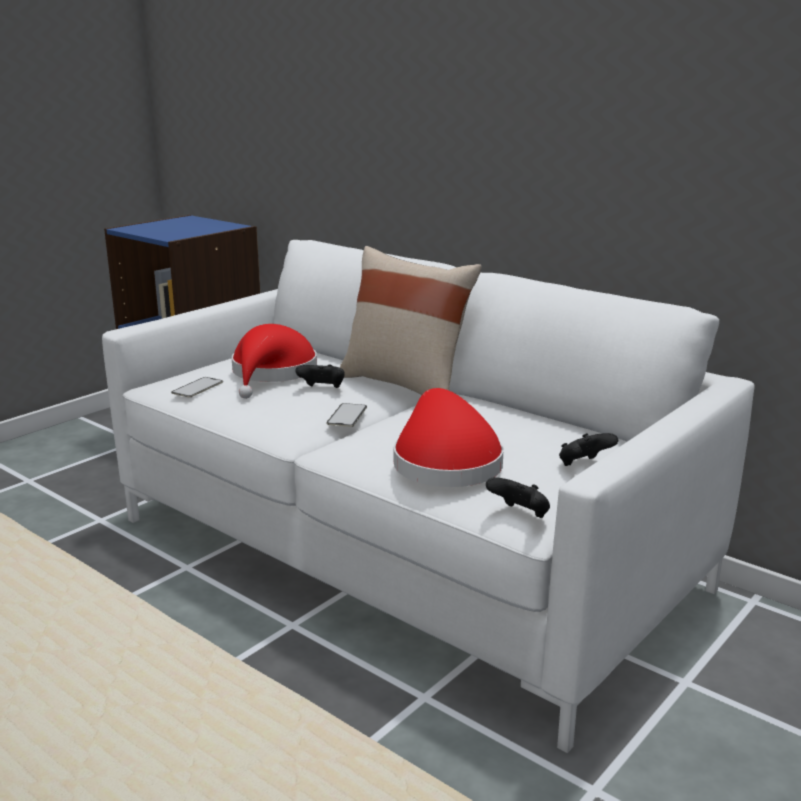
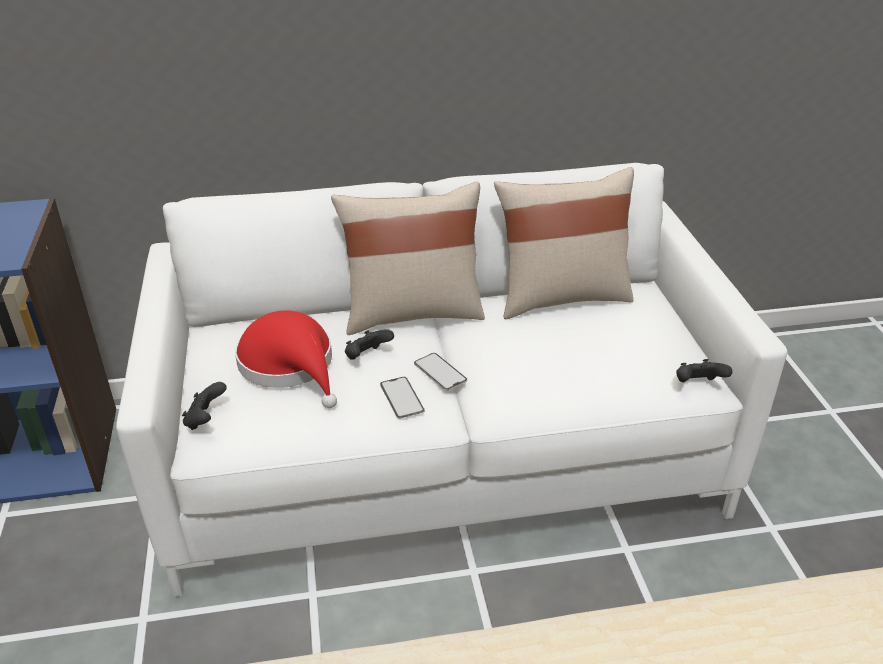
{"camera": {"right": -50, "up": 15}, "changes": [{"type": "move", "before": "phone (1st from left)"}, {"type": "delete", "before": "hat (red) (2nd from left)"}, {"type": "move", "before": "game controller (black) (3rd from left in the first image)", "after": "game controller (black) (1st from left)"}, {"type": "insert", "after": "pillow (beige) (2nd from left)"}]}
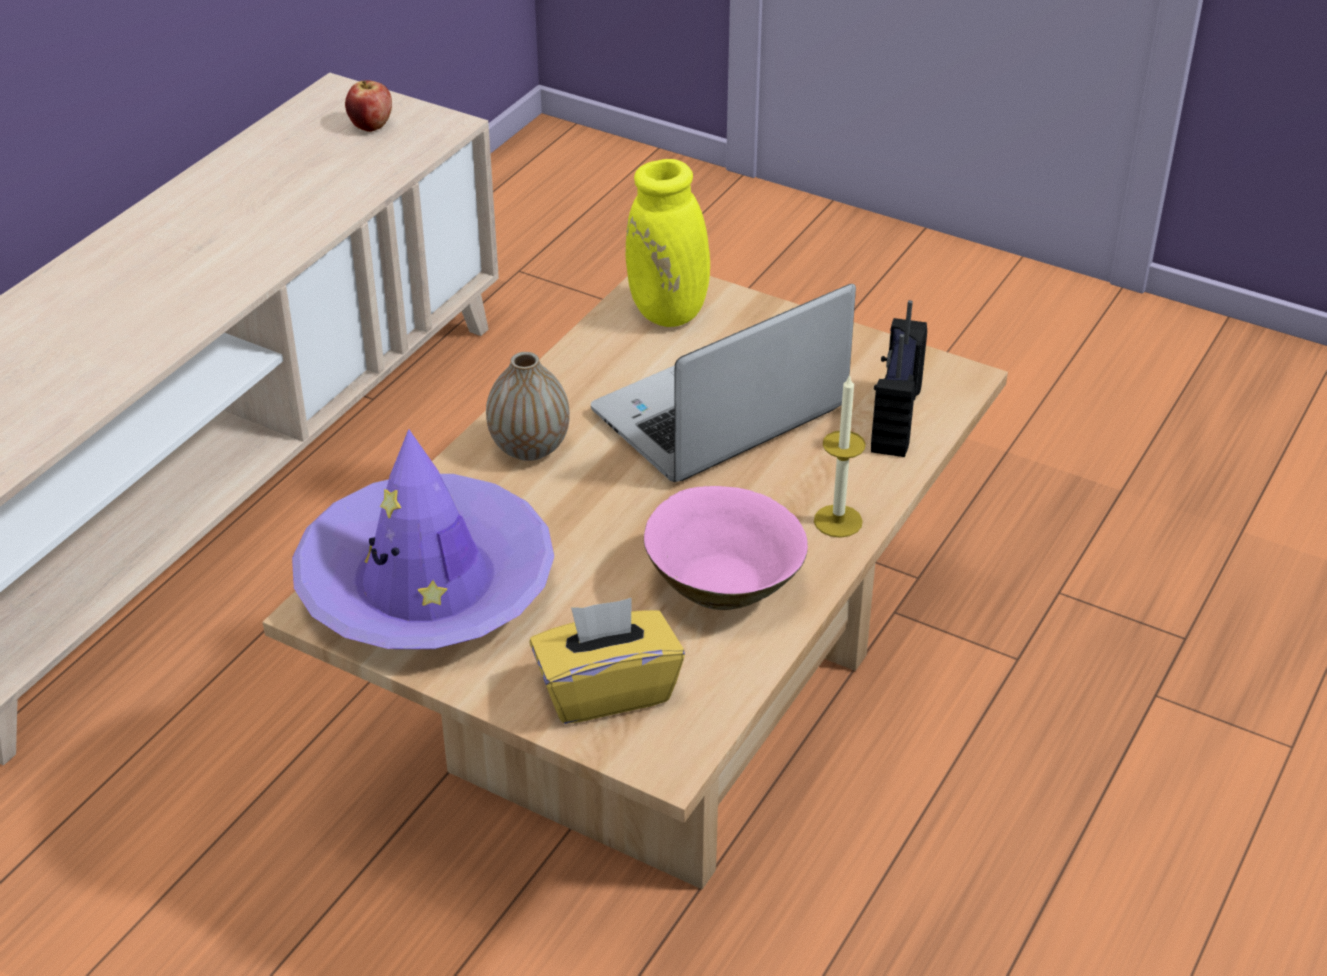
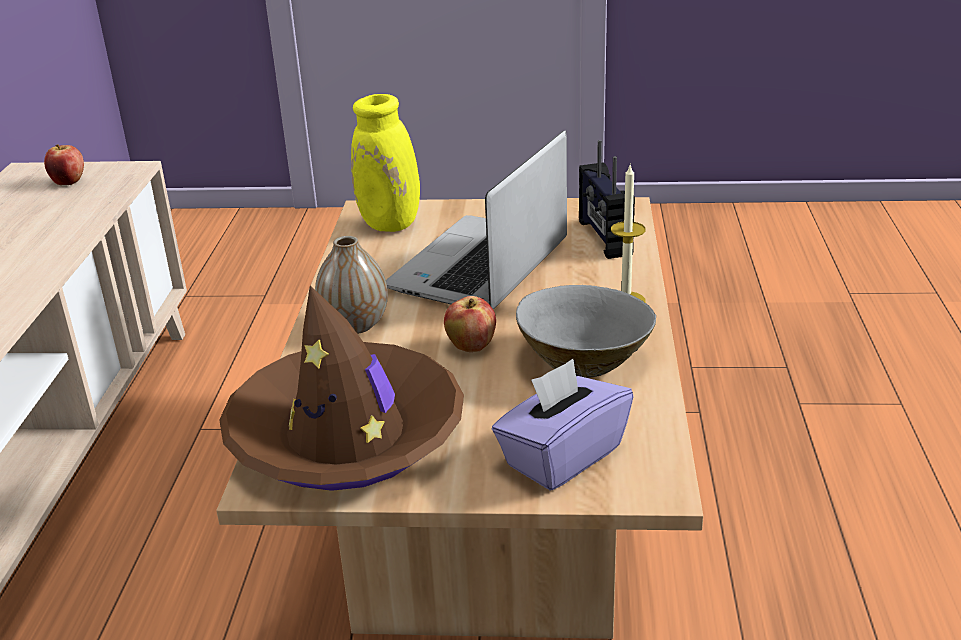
{"camera": {"right": -25, "up": -10}, "changes": [{"type": "recolor", "before": "hat (purple)", "after": "hat (brown)"}, {"type": "recolor", "before": "tissue box (yellow)", "after": "tissue box (purple)"}, {"type": "recolor", "before": "bowl (pink)", "after": "bowl (grey)"}, {"type": "insert", "after": "apple (2nd from left)"}]}
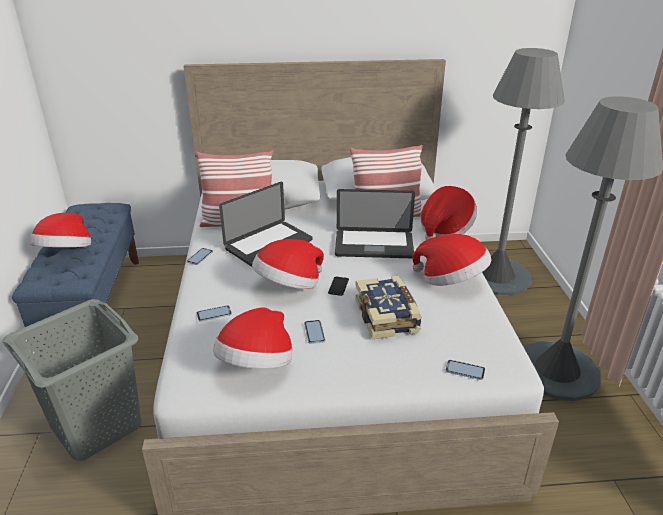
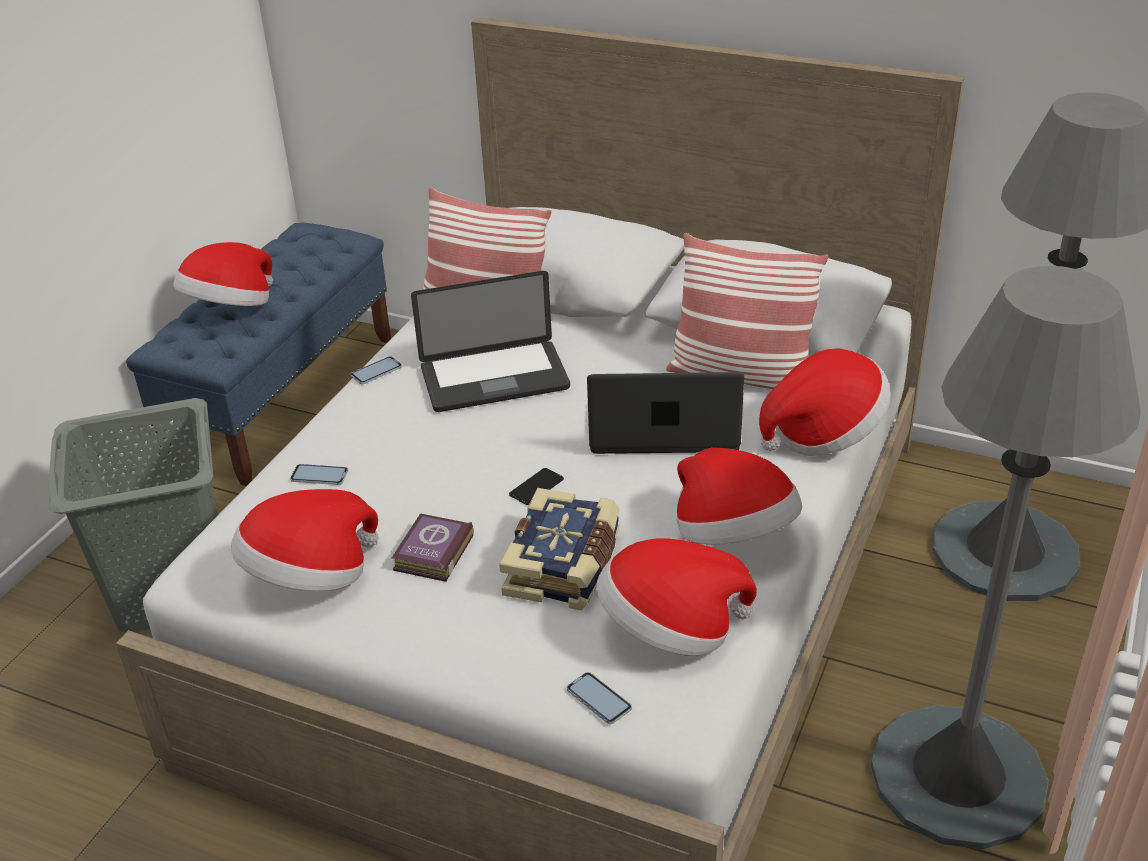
{"camera": {"right": 30, "up": 5}, "changes": [{"type": "move", "before": "hat (3rd from left)"}, {"type": "replace", "before": "phone (3rd from left)", "after": "book (1st from left)"}, {"type": "rotate", "before": "laptop (2nd from left)", "turn": 150}]}
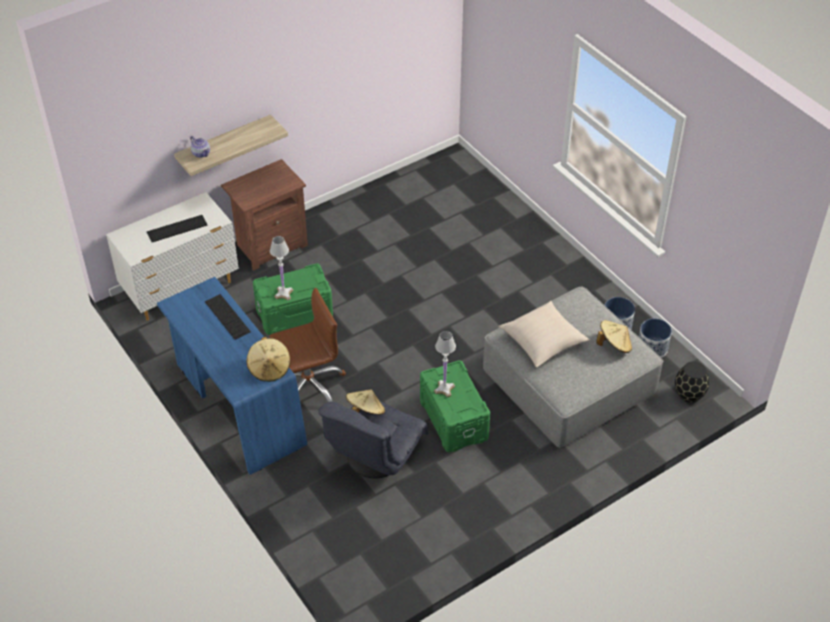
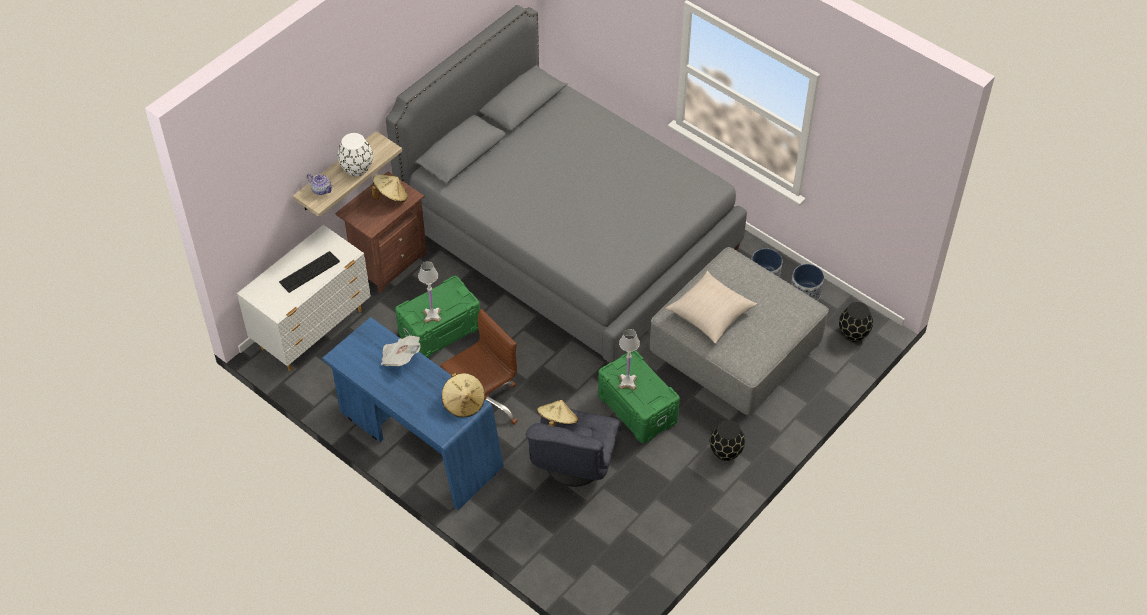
{"camera": {"right": -15, "up": 5}, "changes": [{"type": "replace", "before": "keyboard (2nd from left)", "after": "newspaper"}, {"type": "move", "before": "hat (beige) (3rd from left in the first image)", "after": "hat (beige) (1st from left)"}, {"type": "insert", "after": "vase (white)"}, {"type": "insert", "after": "bed (grey)"}, {"type": "insert", "after": "vase (black) (1st from left)"}]}
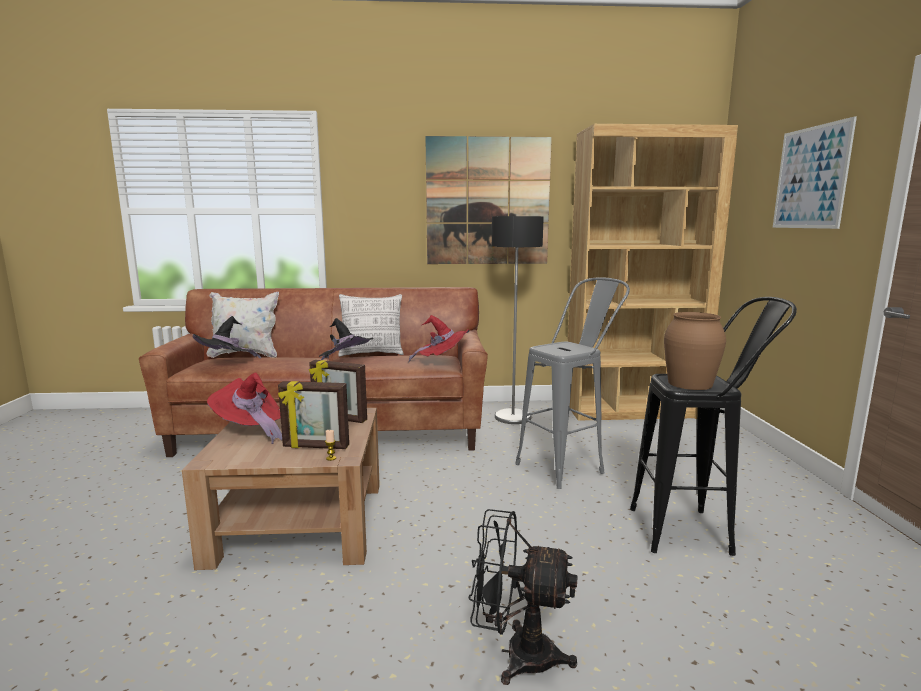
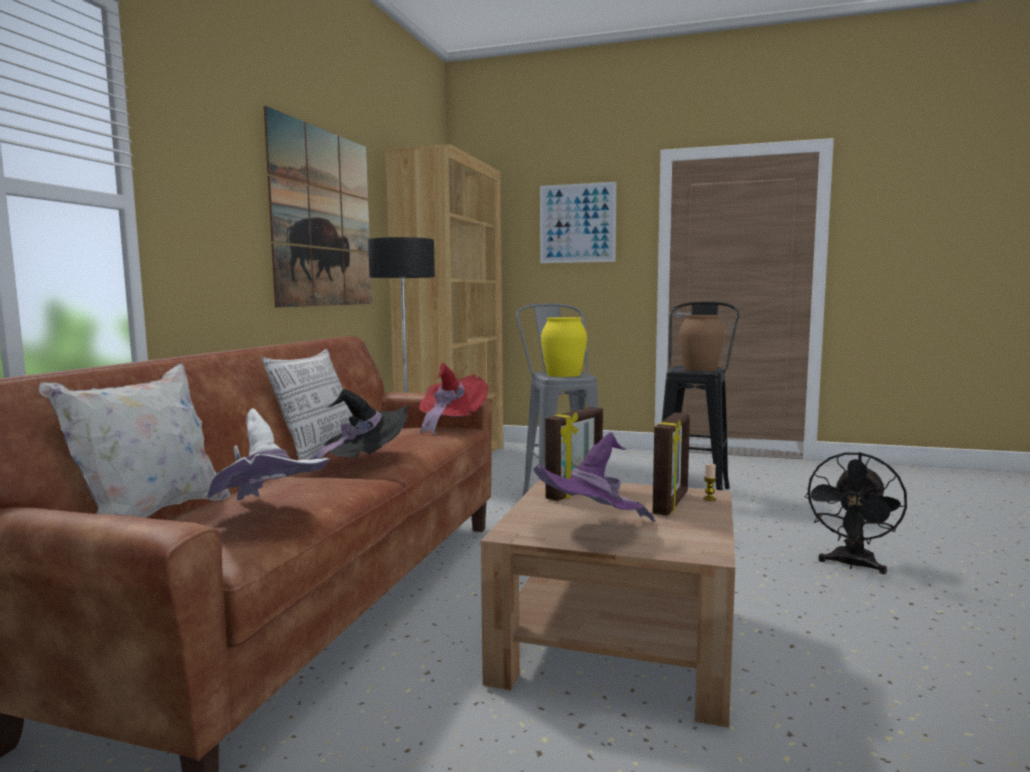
{"camera": {"right": -70, "up": -5}, "changes": [{"type": "recolor", "before": "hat (black) (1st from left)", "after": "hat (white)"}, {"type": "recolor", "before": "hat (red) (1st from left)", "after": "hat (purple)"}, {"type": "insert", "after": "vase (yellow)"}]}
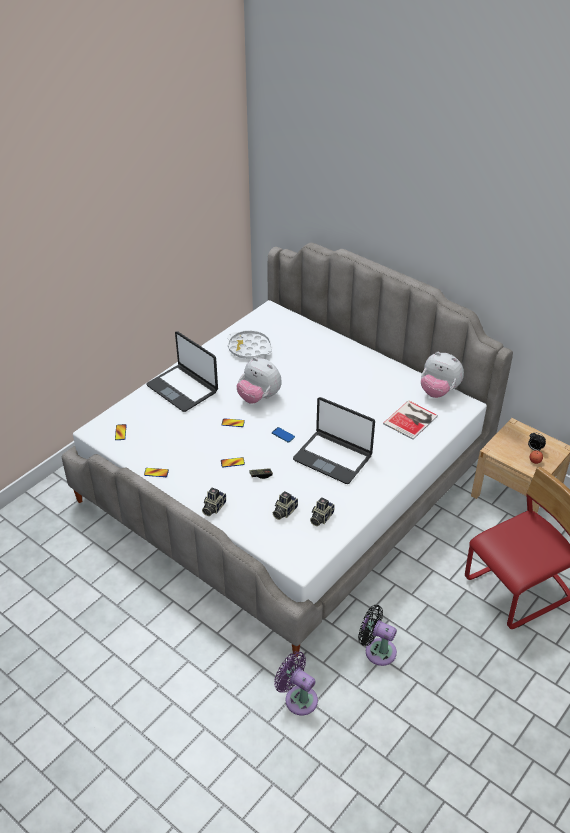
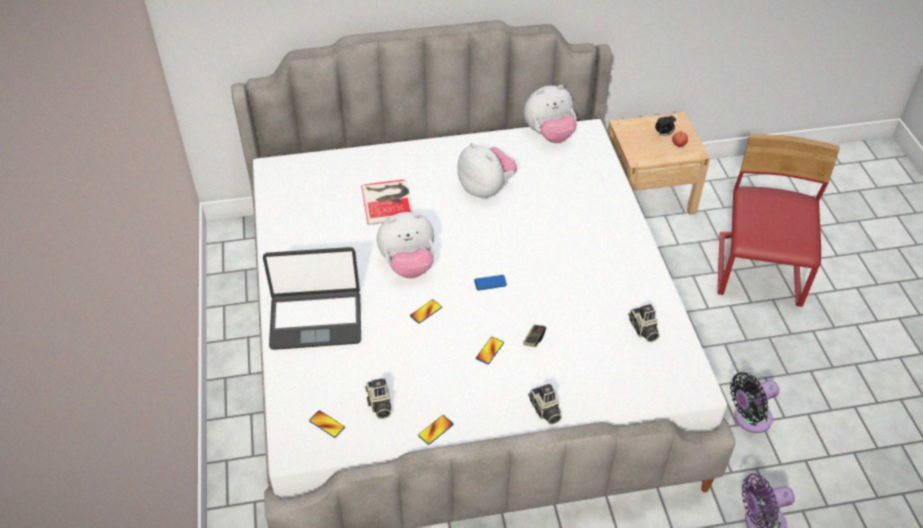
{"camera": {"right": -50, "up": 5}, "changes": [{"type": "delete", "before": "tray (white)"}, {"type": "move", "before": "photo camera (2nd from left in the first image)", "after": "photo camera (1st from left)"}, {"type": "delete", "before": "laptop (2nd from left)"}, {"type": "move", "before": "book"}, {"type": "insert", "after": "plush toy (2nd from left)"}]}
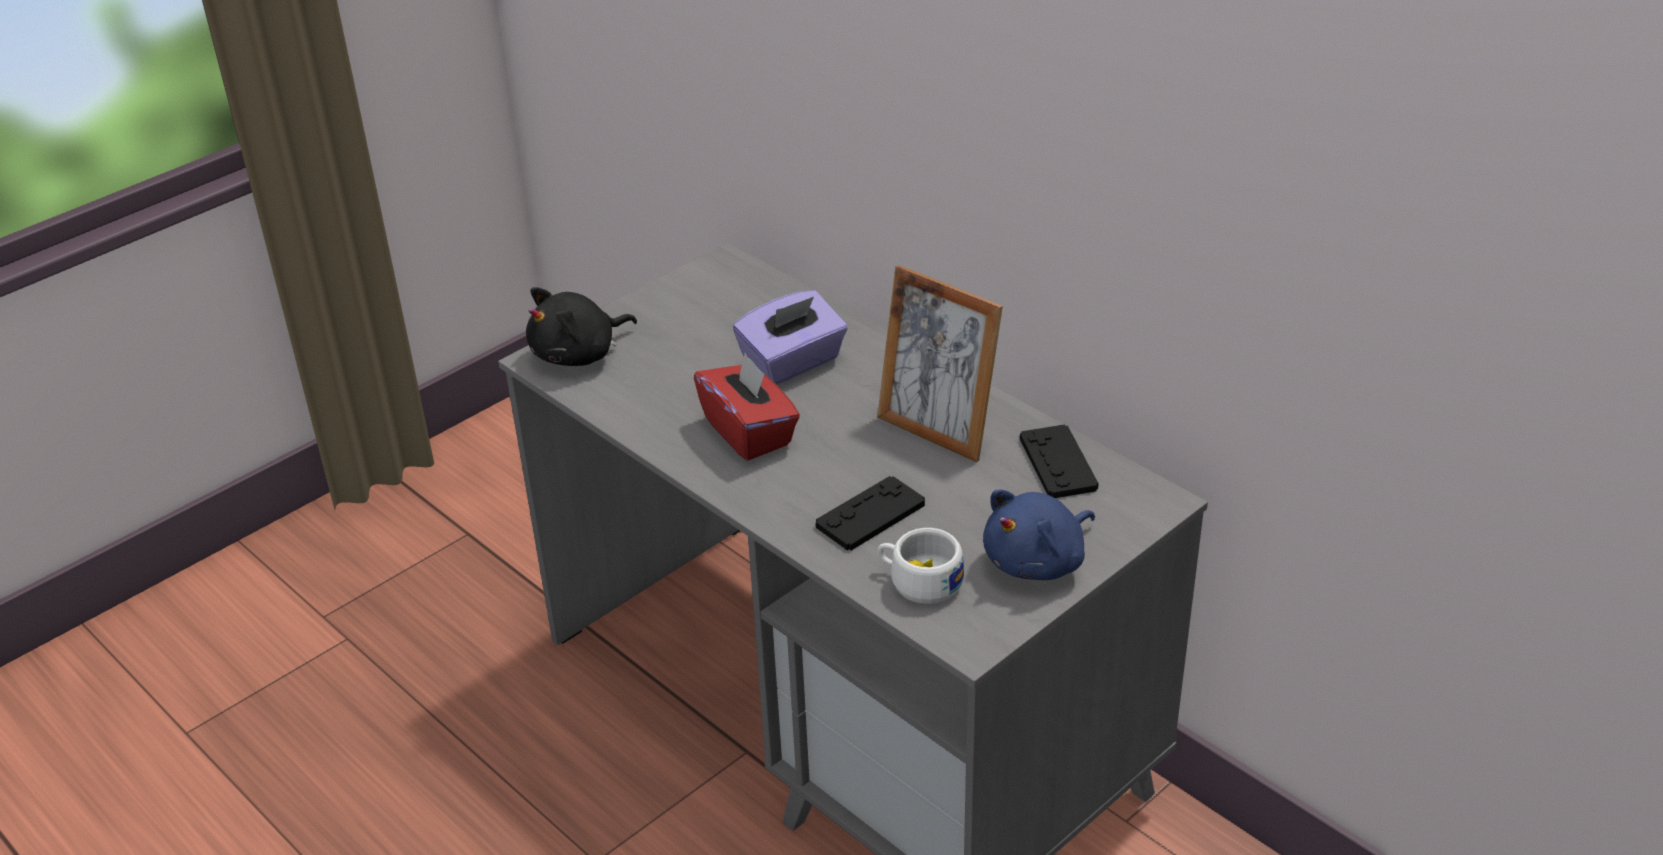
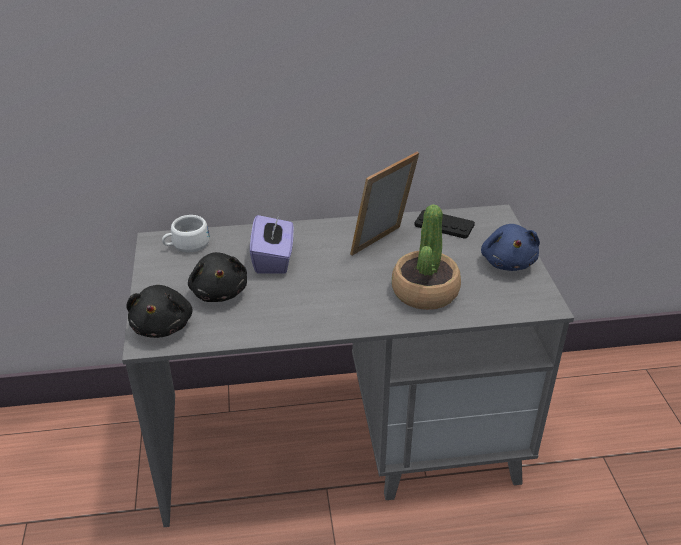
{"camera": {"right": -55, "up": 0}, "changes": [{"type": "delete", "before": "tissue box (red)"}, {"type": "replace", "before": "game controller (black) (1st from left)", "after": "potted plant"}, {"type": "rotate", "before": "picture frame", "turn": 150}, {"type": "move", "before": "cup (white)"}, {"type": "insert", "after": "plush toy (black) (2nd from left)"}]}
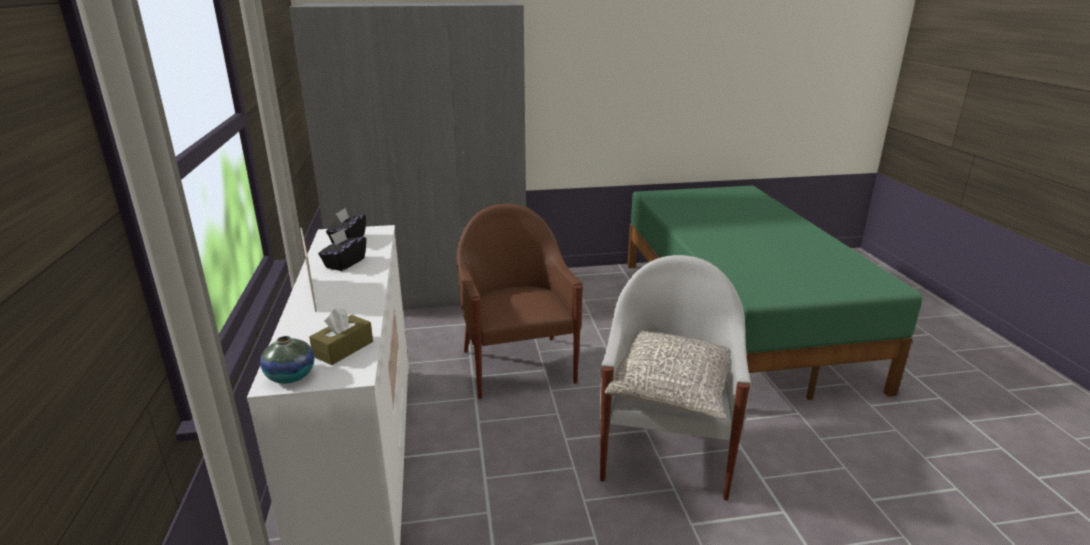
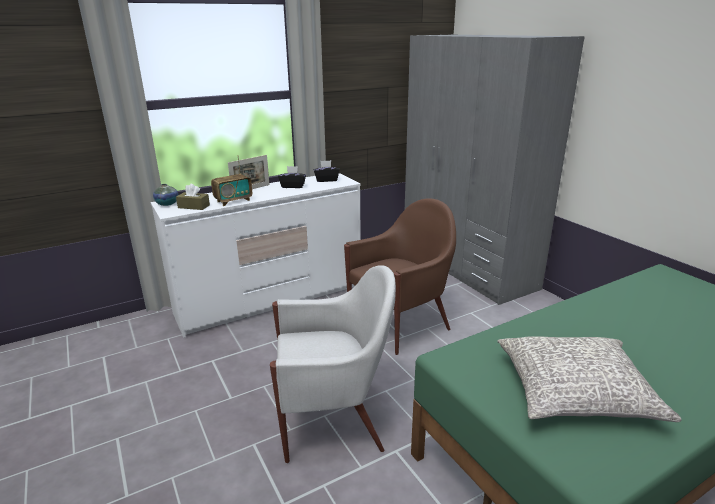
{"camera": {"right": 70, "up": 0}, "changes": [{"type": "move", "before": "pillow (grey)"}, {"type": "insert", "after": "radio"}]}
